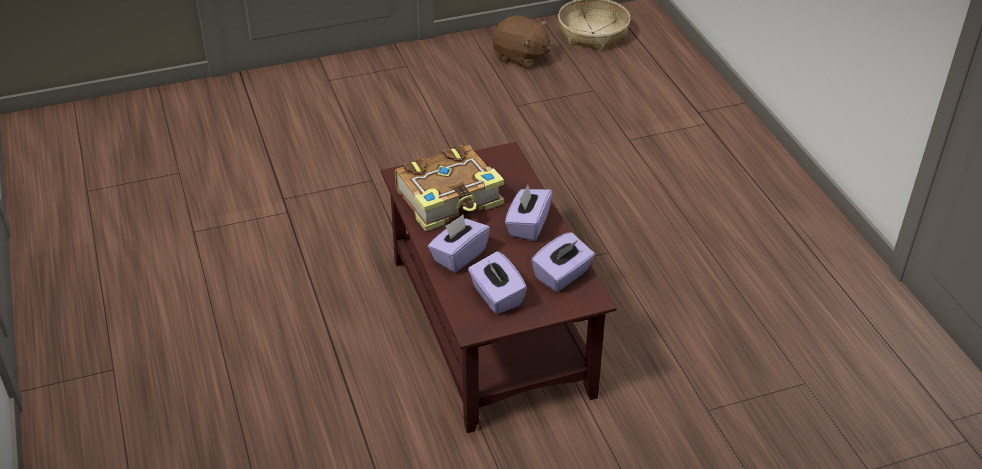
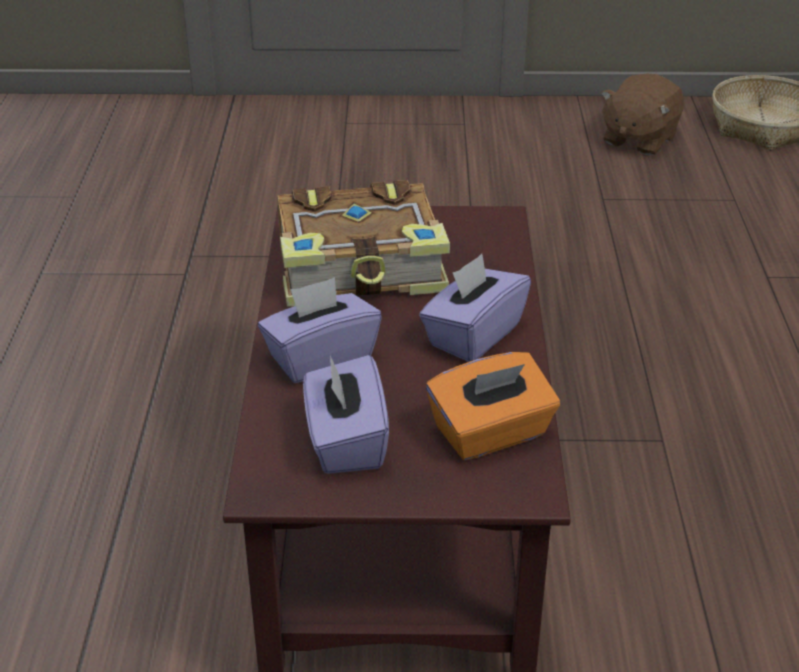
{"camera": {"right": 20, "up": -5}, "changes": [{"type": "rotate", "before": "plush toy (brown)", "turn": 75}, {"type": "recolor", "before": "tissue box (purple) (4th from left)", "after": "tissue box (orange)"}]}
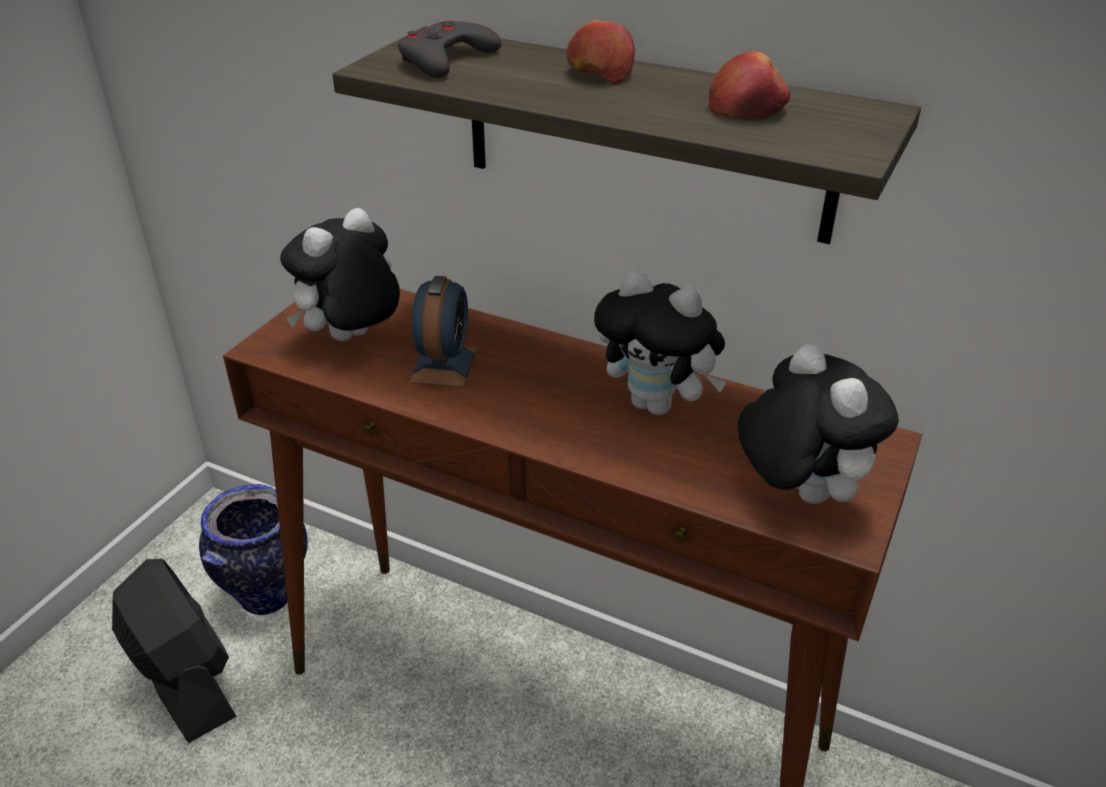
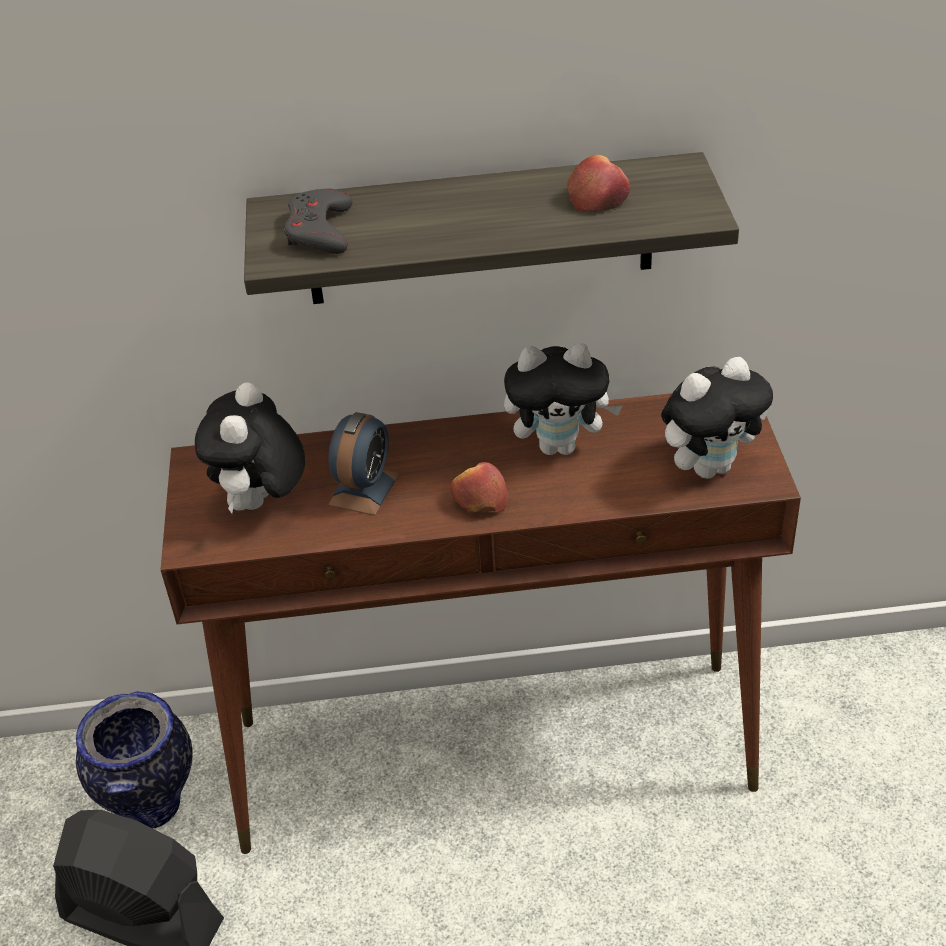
{"camera": {"right": -30, "up": 5}, "changes": [{"type": "rotate", "before": "alarm clock", "turn": 45}, {"type": "move", "before": "apple (1st from left)"}, {"type": "rotate", "before": "plush toy (3rd from left)", "turn": 120}]}
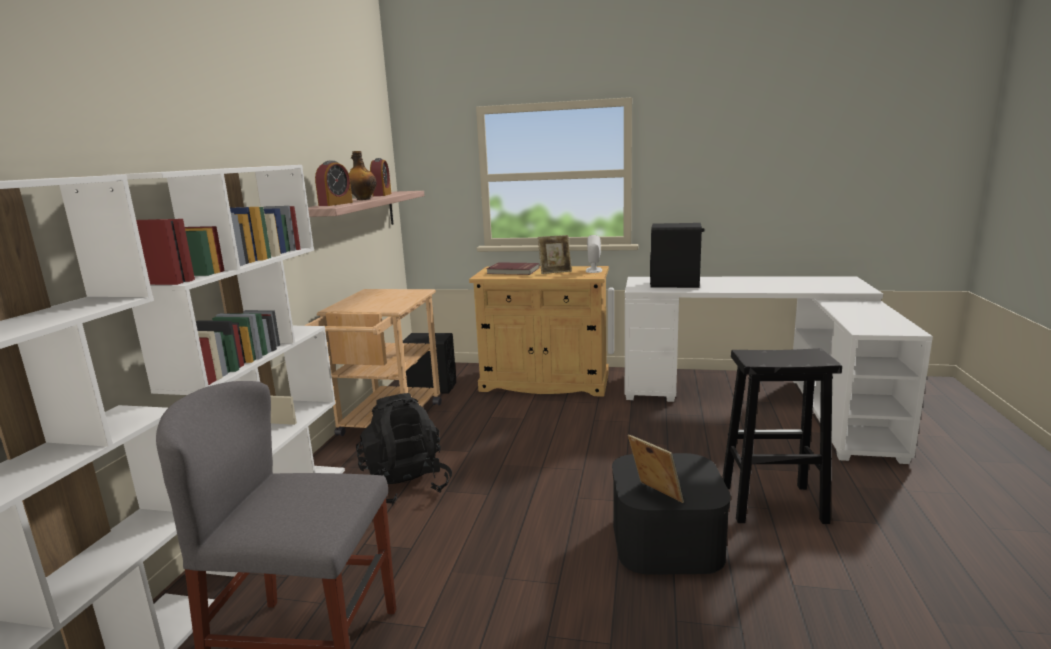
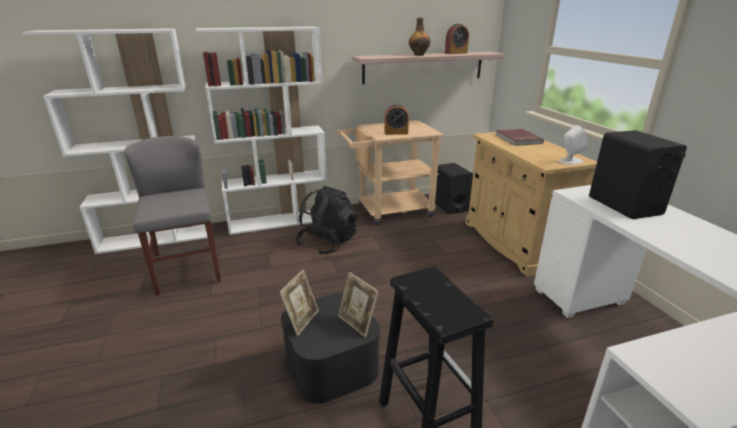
{"camera": {"right": 60, "up": 10}, "changes": [{"type": "move", "before": "alarm clock (1st from left)"}, {"type": "move", "before": "picture frame (1st from left in the first image)", "after": "picture frame (2nd from left)"}]}
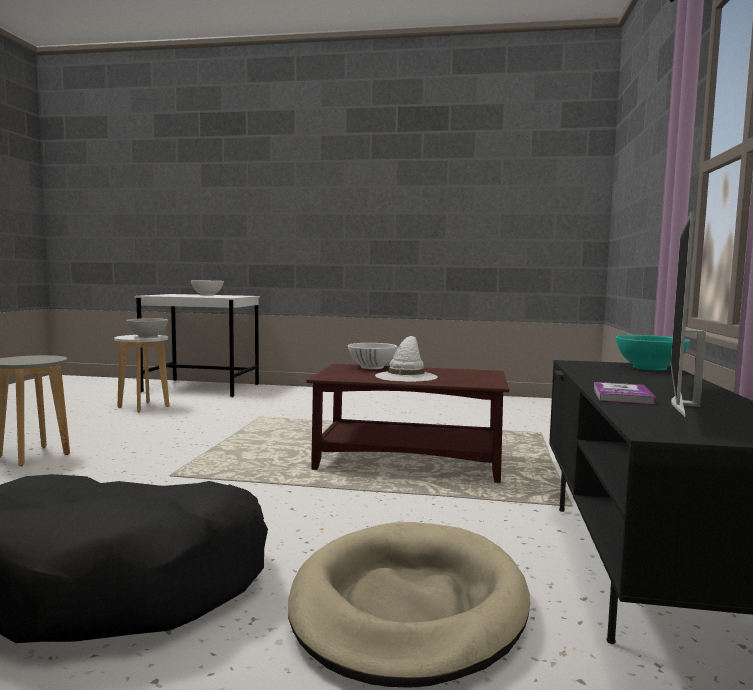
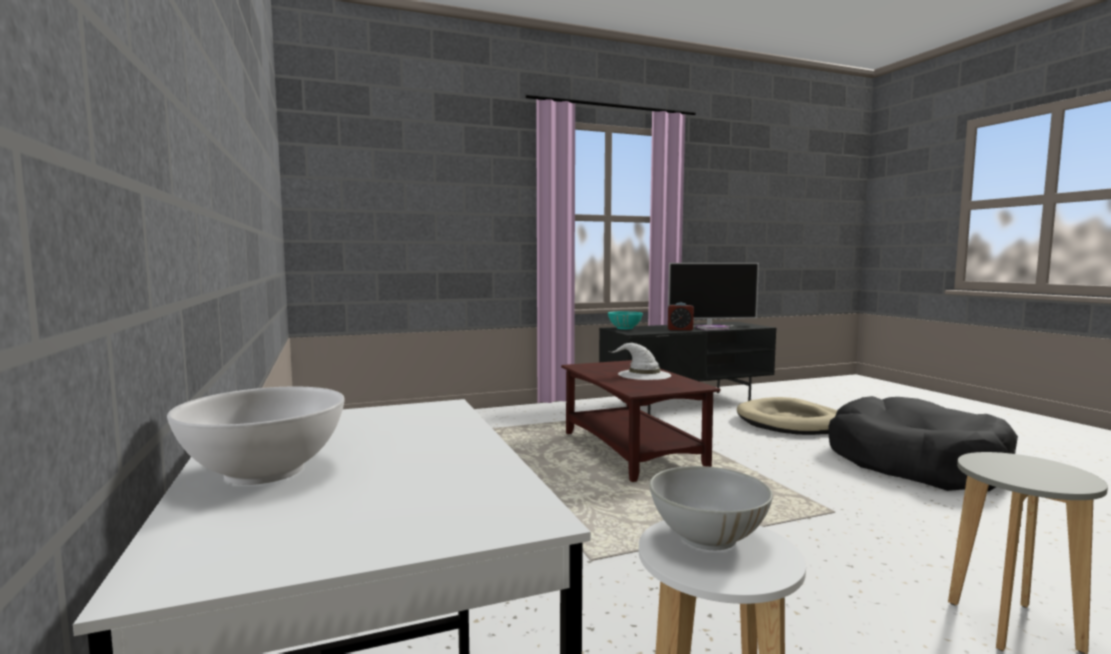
{"camera": {"right": -120, "up": 0}, "changes": [{"type": "delete", "before": "bowl (white) (3rd from left)"}, {"type": "insert", "after": "alarm clock"}]}
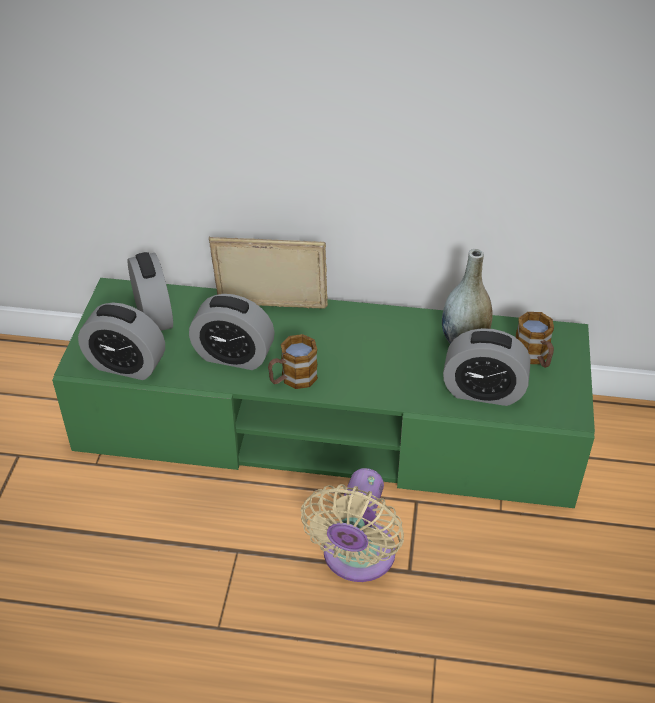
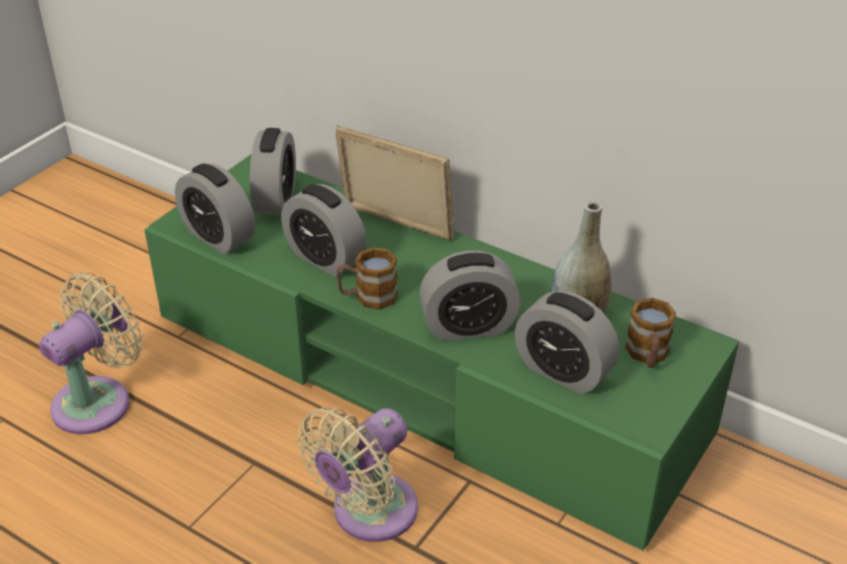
{"camera": {"right": 25, "up": -5}, "changes": [{"type": "insert", "after": "fan (beige) (1st from left)"}, {"type": "insert", "after": "alarm clock (4th from left)"}]}
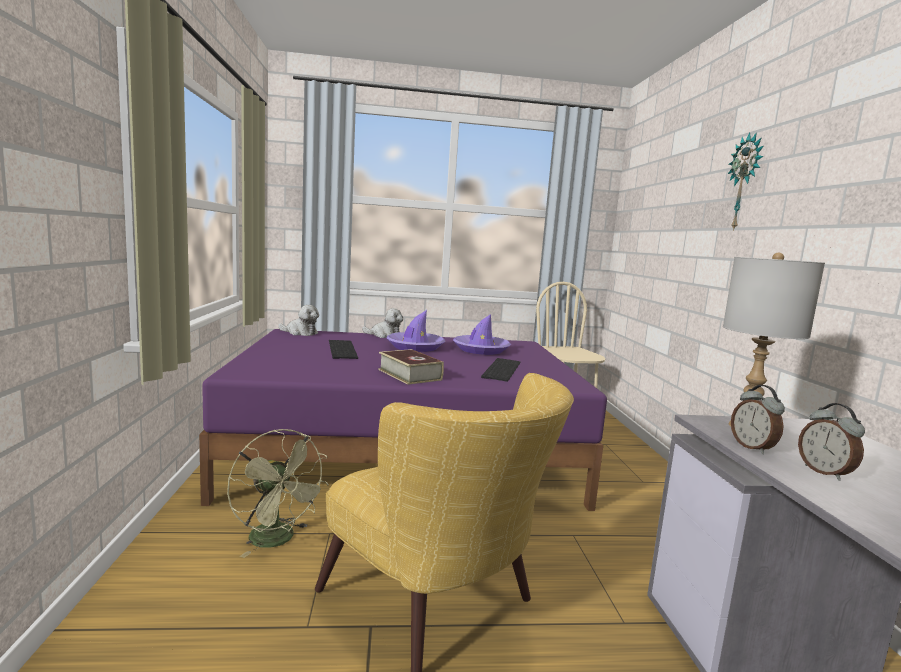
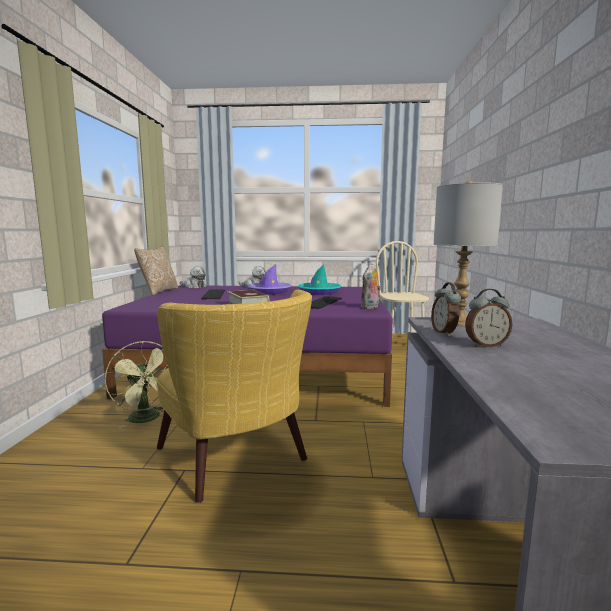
{"camera": {"right": 10, "up": 0}, "changes": [{"type": "recolor", "before": "hat (purple) (2nd from left)", "after": "hat (turquoise)"}, {"type": "delete", "before": "wall clock"}, {"type": "rotate", "before": "alarm clock (2nd from left)", "turn": -90}, {"type": "insert", "after": "pillow"}, {"type": "insert", "after": "plush toy (3rd from left)"}]}
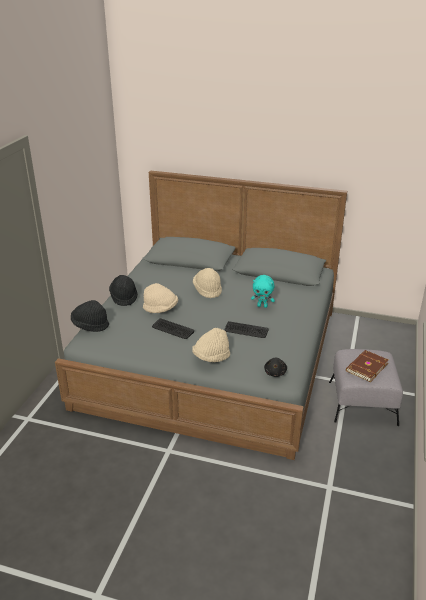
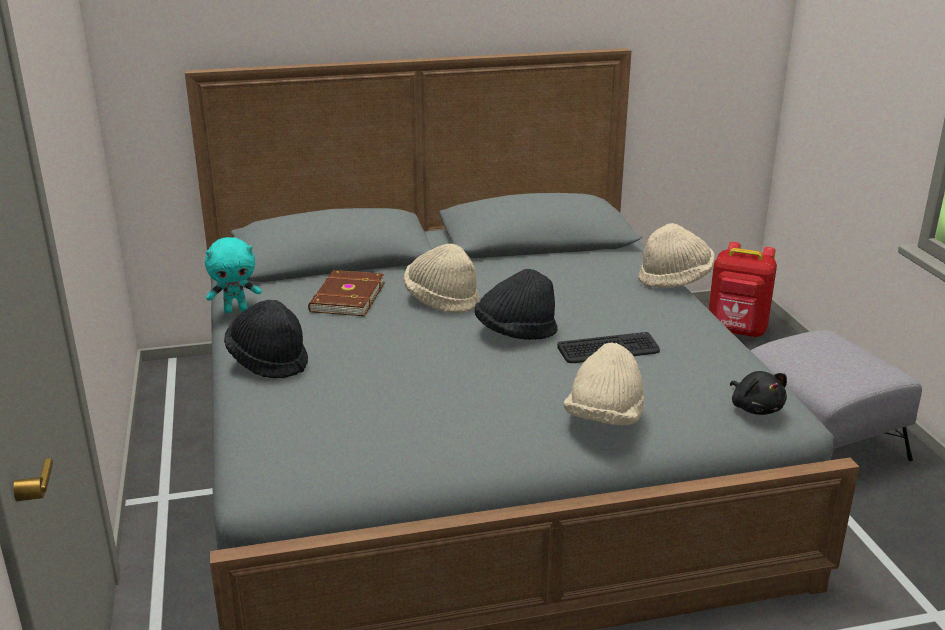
{"camera": {"right": -30, "up": -5}, "changes": [{"type": "move", "before": "hat (black) (1st from left in the first image)", "after": "hat (black) (2nd from left)"}, {"type": "move", "before": "hat (beige) (1st from left in the first image)", "after": "hat (beige) (3rd from left)"}, {"type": "delete", "before": "keyboard (1st from left)"}, {"type": "move", "before": "plush toy (turquoise)"}, {"type": "move", "before": "book (brown)"}, {"type": "insert", "after": "backpack (red)"}]}
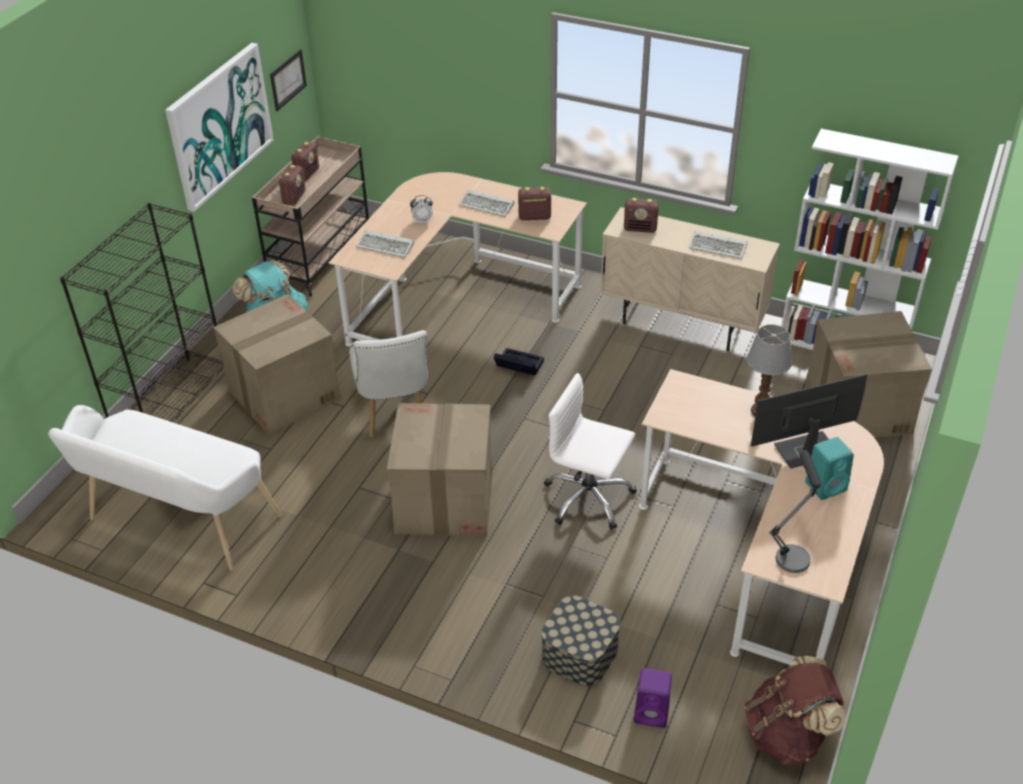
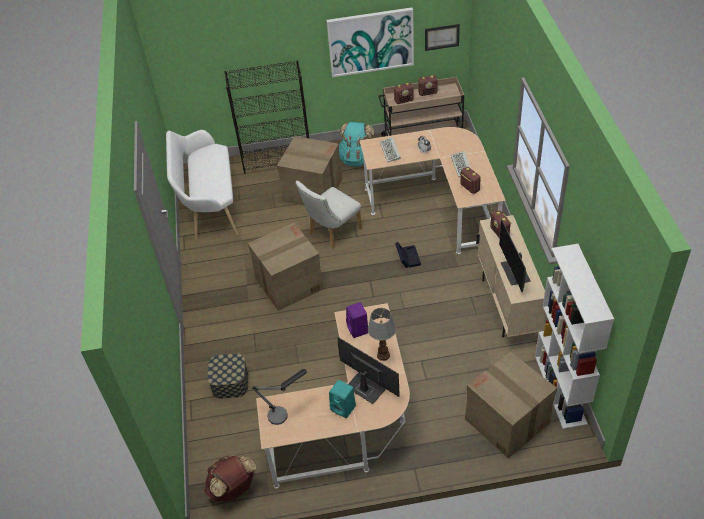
{"camera": {"right": 60, "up": 5}, "changes": [{"type": "delete", "before": "office chair (white)"}, {"type": "move", "before": "speaker (purple)"}, {"type": "replace", "before": "keyboard (3rd from left)", "after": "monitor (2nd from left)"}]}
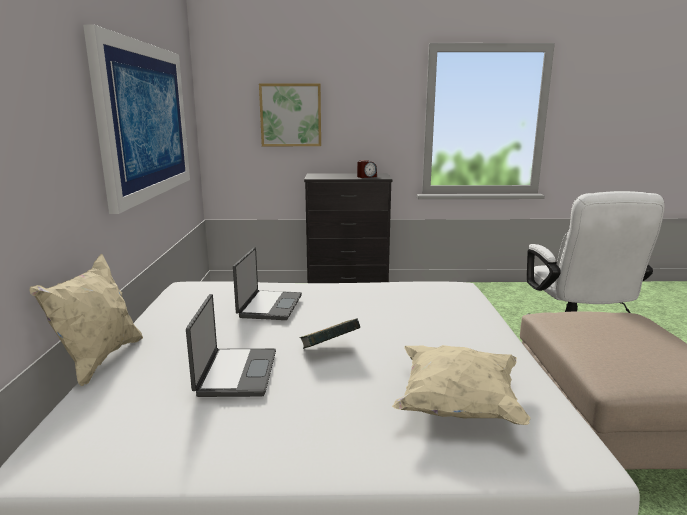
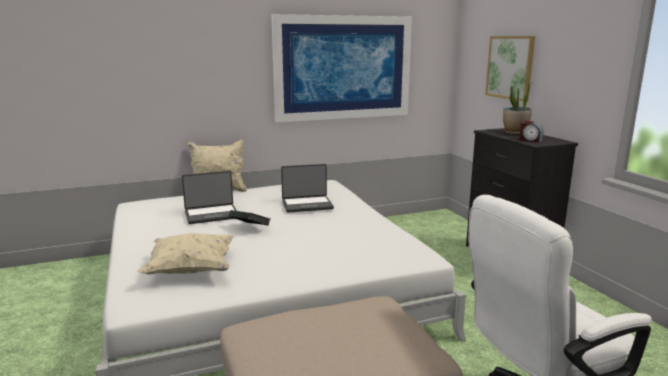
{"camera": {"right": 70, "up": 0}, "changes": [{"type": "insert", "after": "potted plant"}]}
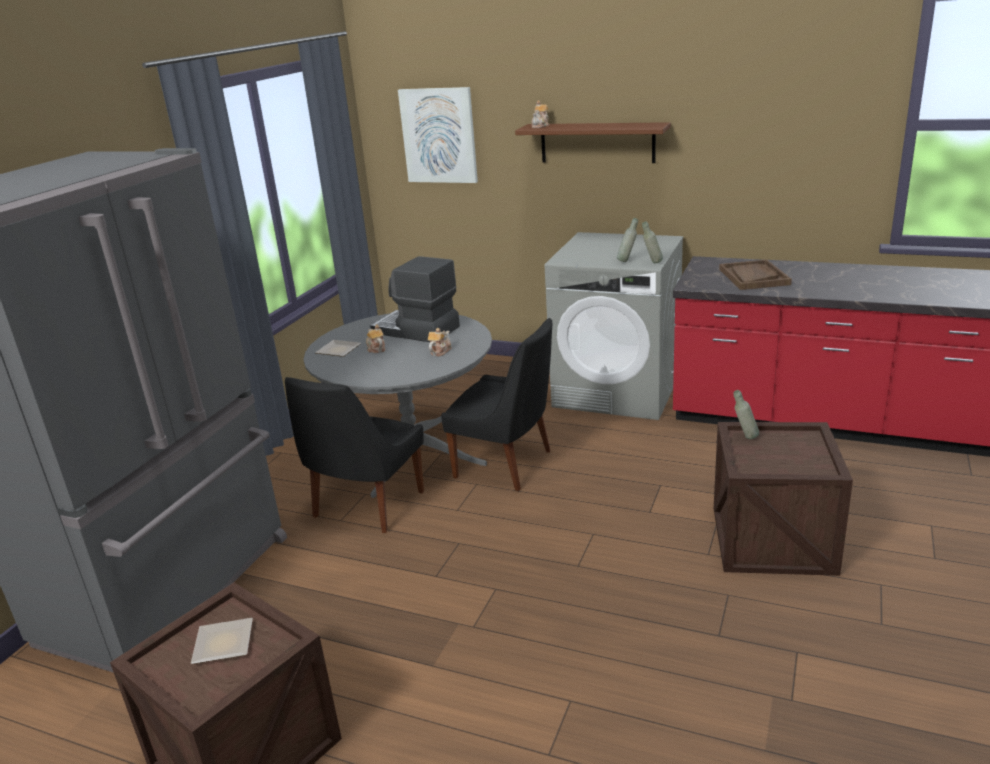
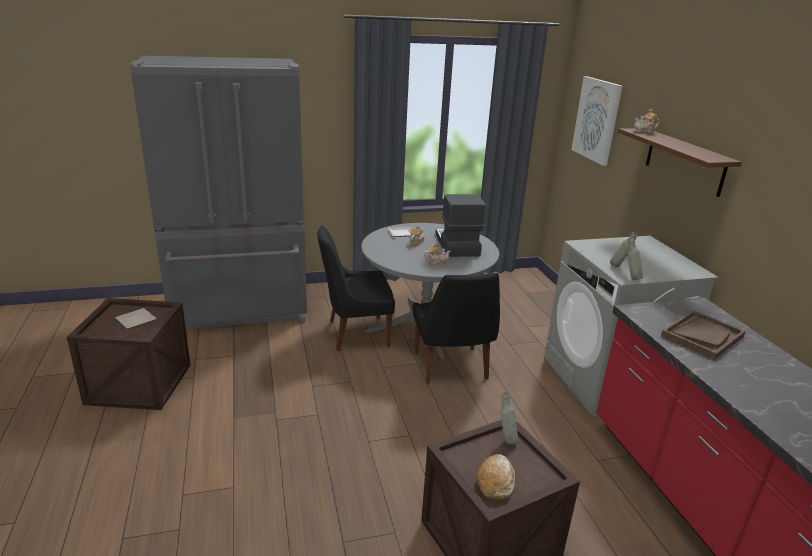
{"camera": {"right": 50, "up": 0}, "changes": [{"type": "insert", "after": "bread"}]}
